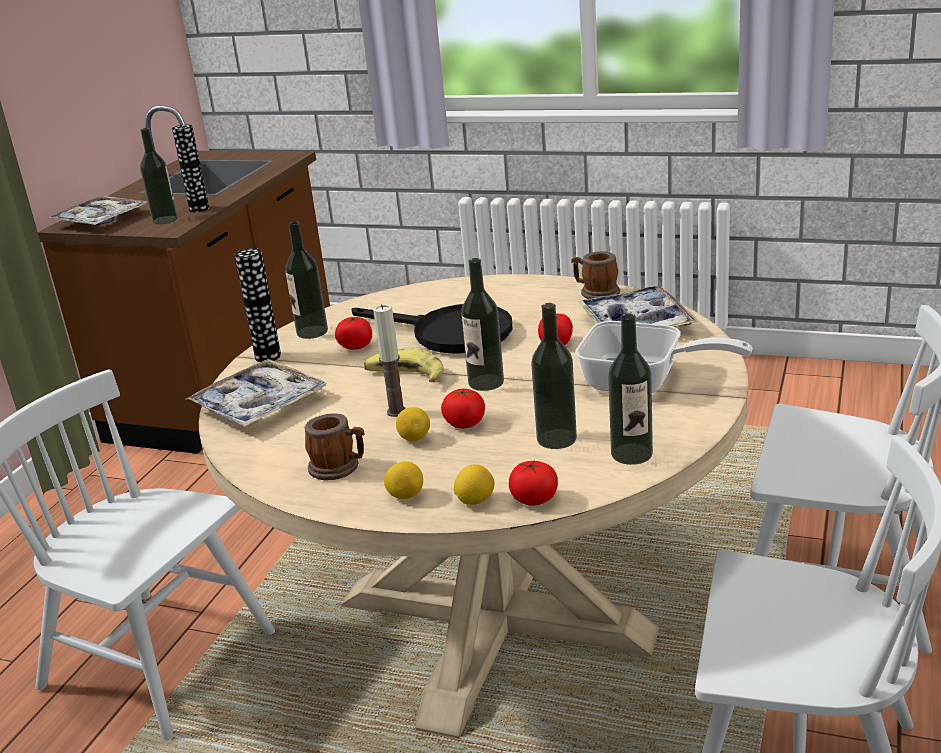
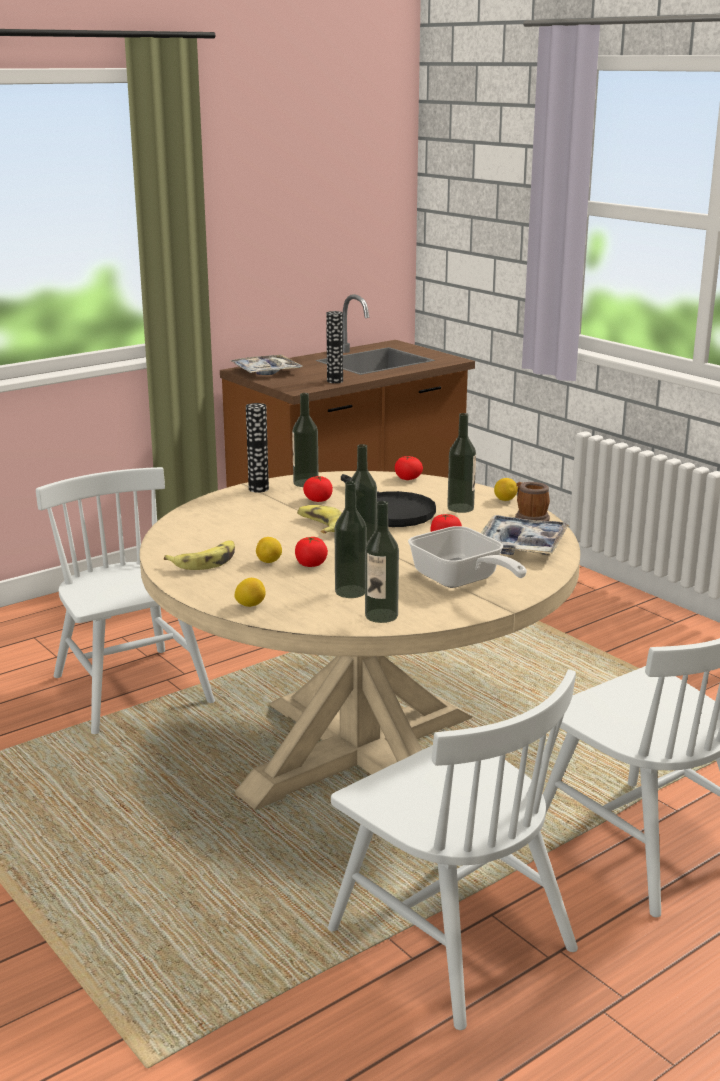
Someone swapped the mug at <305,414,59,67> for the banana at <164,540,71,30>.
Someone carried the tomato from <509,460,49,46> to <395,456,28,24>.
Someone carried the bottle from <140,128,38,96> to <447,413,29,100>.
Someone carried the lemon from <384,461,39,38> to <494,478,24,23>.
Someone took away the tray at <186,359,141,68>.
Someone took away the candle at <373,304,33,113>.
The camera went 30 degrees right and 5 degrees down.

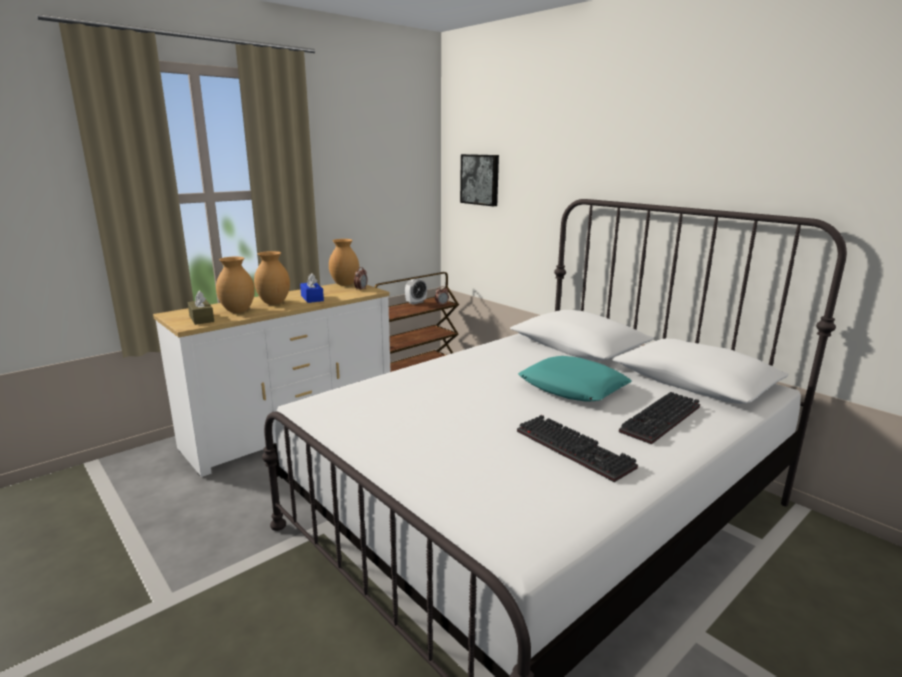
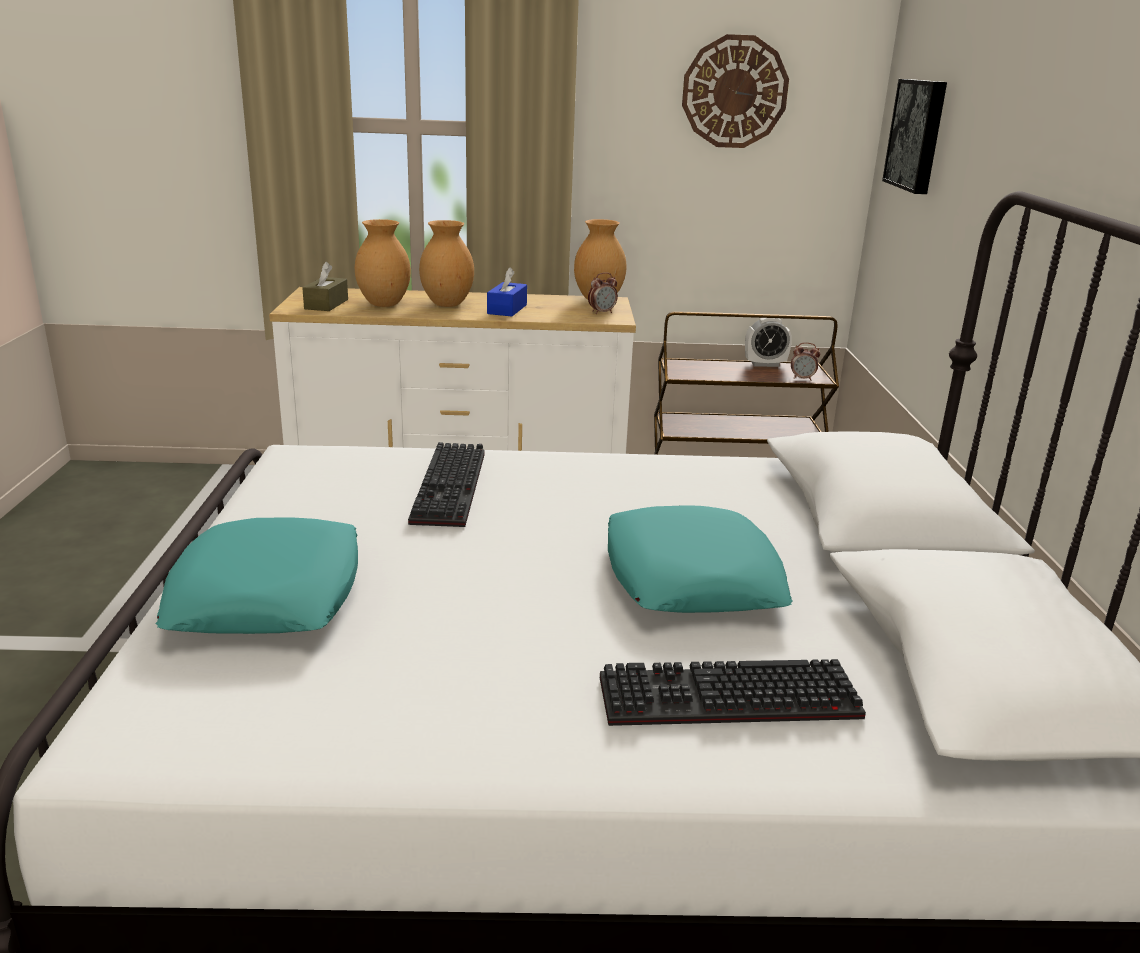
Someone put down the turquoise pillow at <156,517,202,117>.
Someone carried the keyboard from <517,415,121,67> to <408,442,77,85>.
Someone put up the wall clock at <682,34,107,114>.
The camera went 40 degrees right and 5 degrees up.

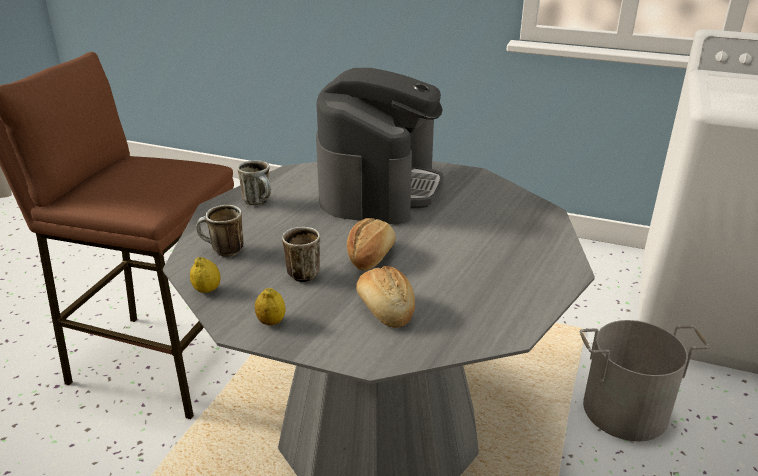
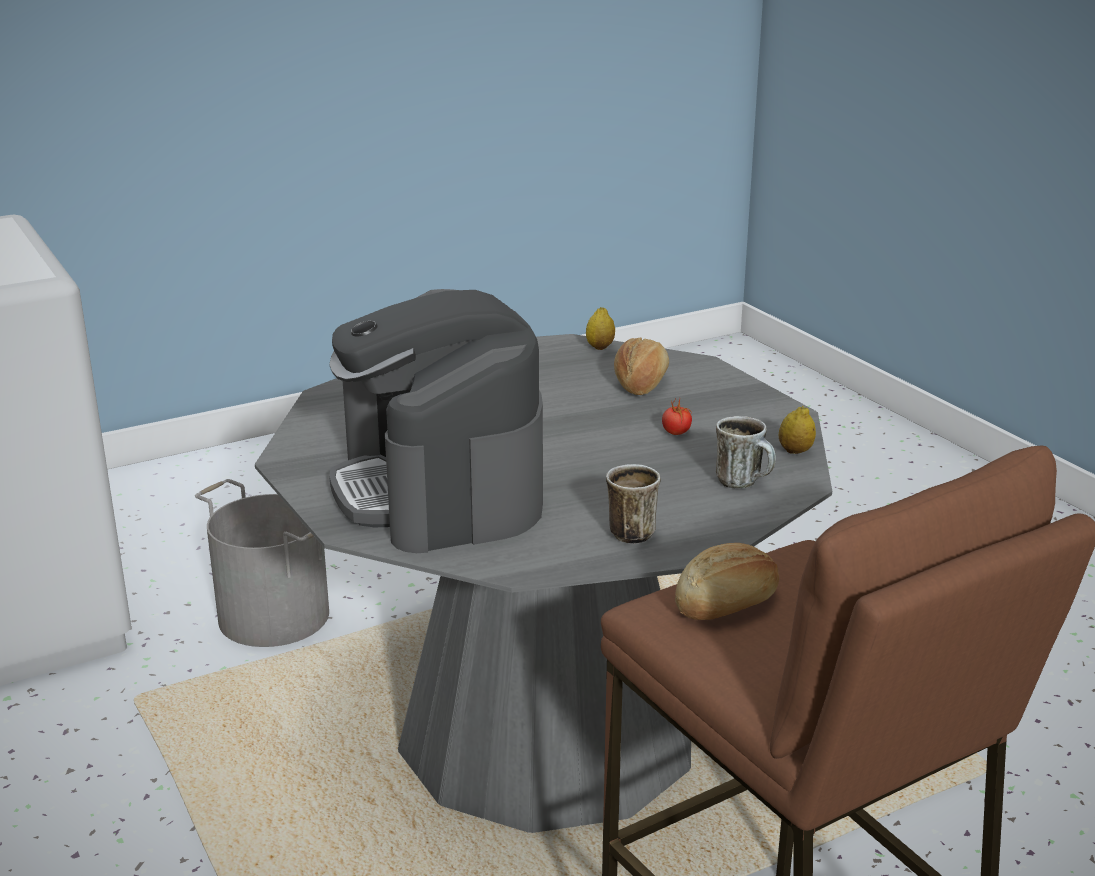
Someone rotated the coffee machine at <316,68,128,156> by 75 degrees counterclockwise.
Someone carried the lemon from <255,288,31,38> to <586,307,29,43>.
Someone swapped the mug at <282,227,38,55> for the tomato at <662,399,30,36>.
Someone carried the bread from <347,218,49,52> to <675,543,104,77>.
The camera went 140 degrees left and 5 degrees down.

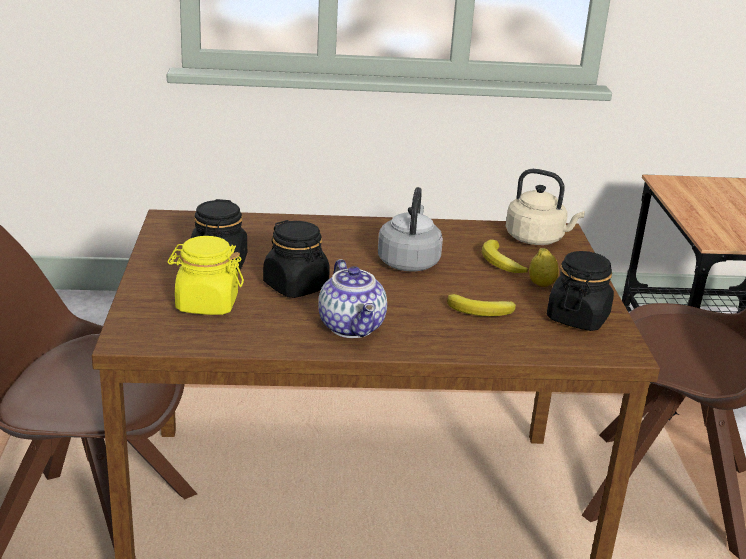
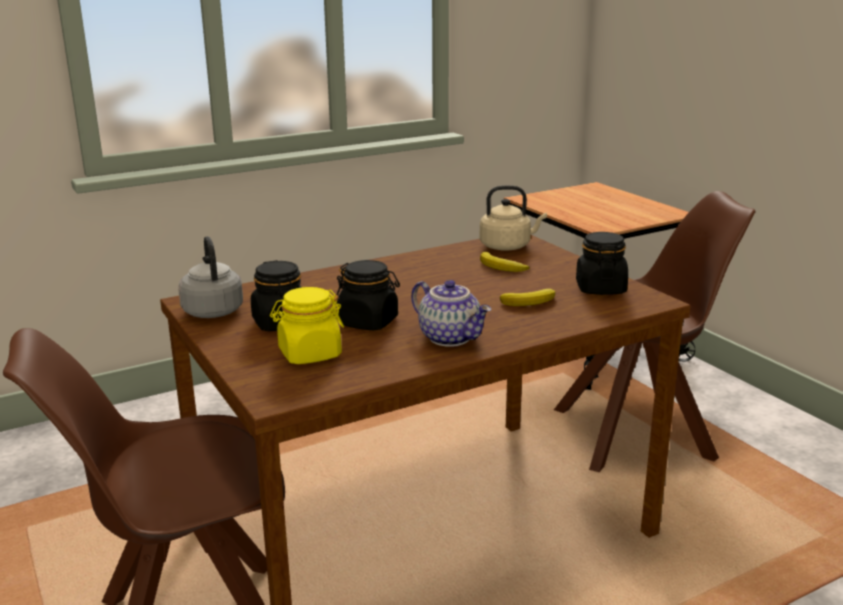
Someone carried the grey kettle from <378,187,65,85> to <178,236,65,82>.
Someone took away the lemon at <529,248,30,39>.
The camera went 25 degrees left and 5 degrees down.

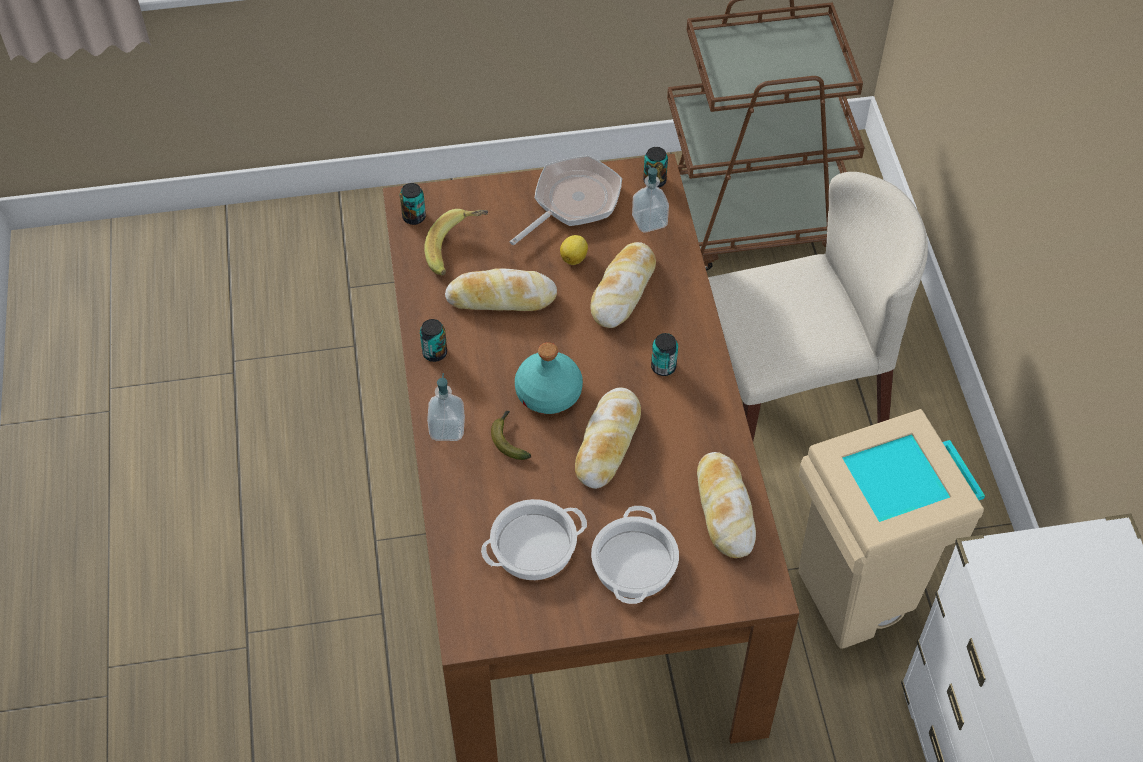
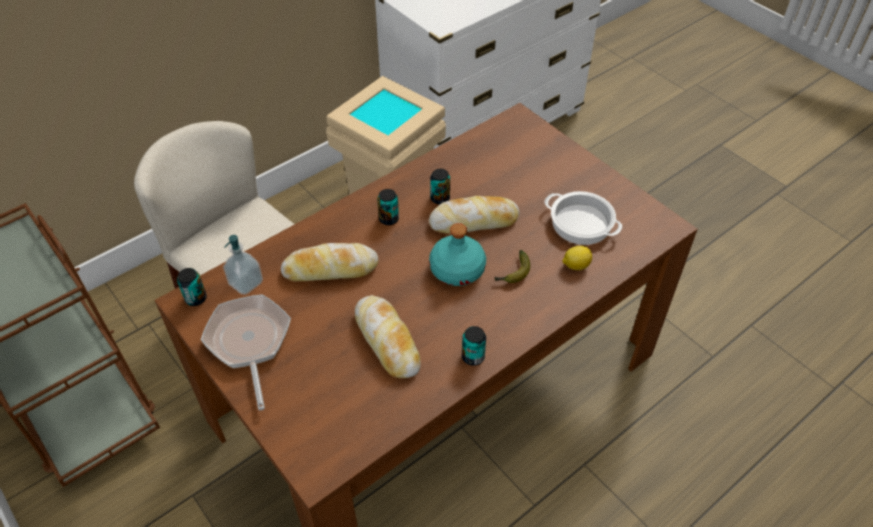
Someone rotated the frying pan at <510,155,112,90> by 60 degrees clockwise.
Someone carried the can from <400,183,26,42> to <430,169,20,36>.
Someone carried the lemon from <560,235,28,30> to <562,246,30,24>.
Someone took away the banana at <424,209,64,66>.
Someone took away the soap dispenser at <427,373,38,68>.
Someone took away the cooking pot at <591,506,88,98>.
Someone took away the bread at <697,452,59,106>.
The camera went 120 degrees left and 5 degrees down.

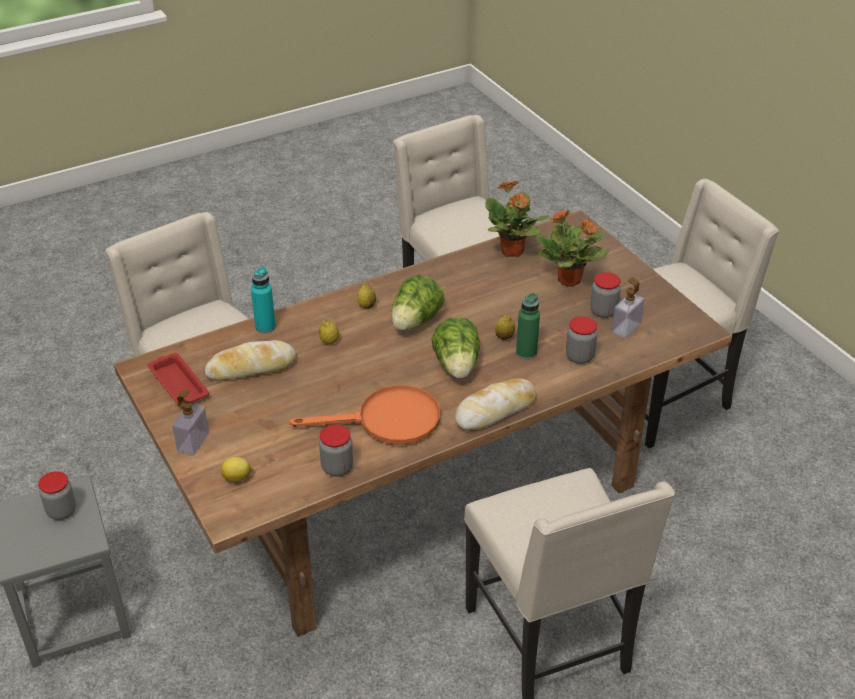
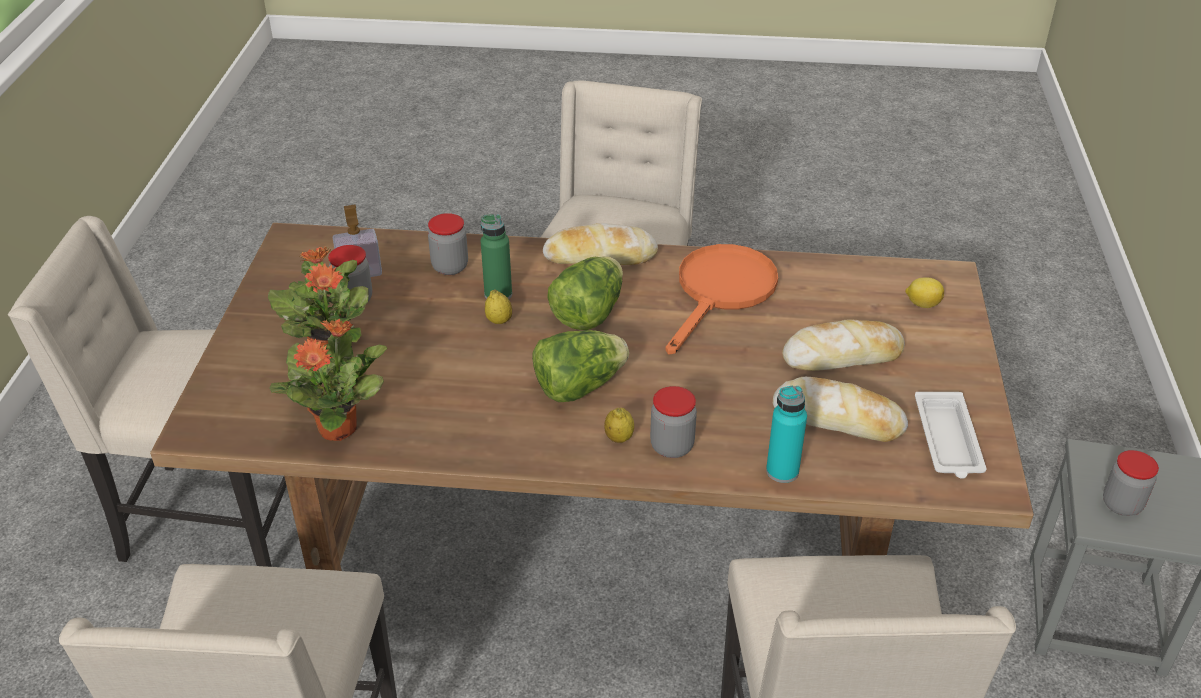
Someone carried the jar from <319,424,34,53> to <650,386,47,72>.
Someone rotated the orange frying pan at <289,385,151,60> by 90 degrees clockwise.
Someone put down the bread at <782,319,123,52>.
Someone repainted the red tray at <147,353,62,54>, which became the white tray at <915,392,72,87>.
Someone took away the soap dispenser at <173,390,36,66>.
Someone took away the lemon at <319,320,20,24>.
The camera went 145 degrees left and 0 degrees up.

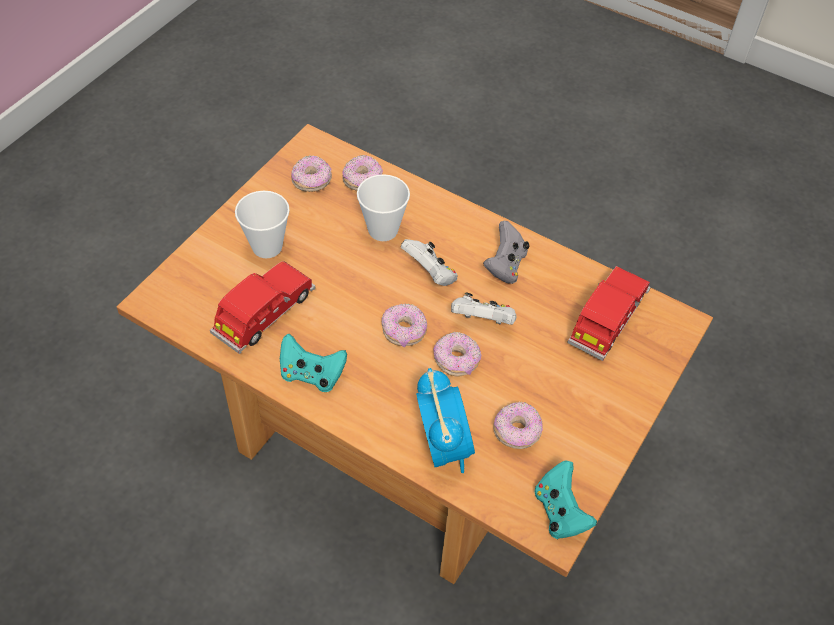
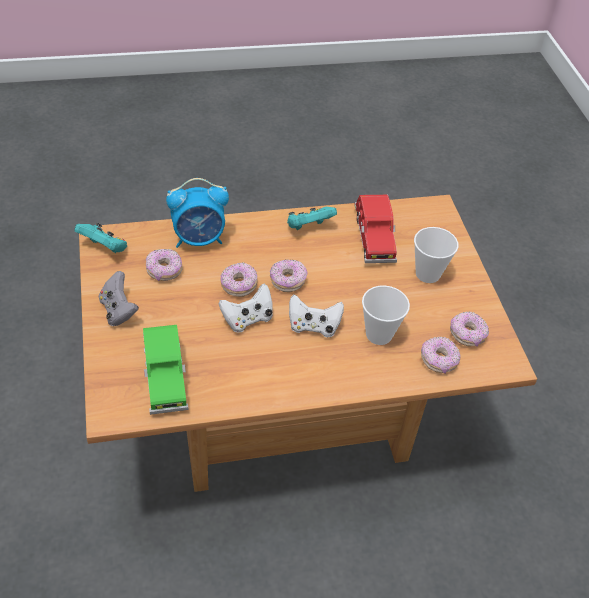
Someone carried the grey game controller from <483,221,47,63> to <99,271,40,55>.
Someone repainted the red toy car at <567,266,84,95>, which became the green toy car at <143,325,46,90>.
Someone rotated the alarm clock at <416,368,59,105> by 45 degrees counterclockwise.
The camera went 135 degrees right and 5 degrees down.

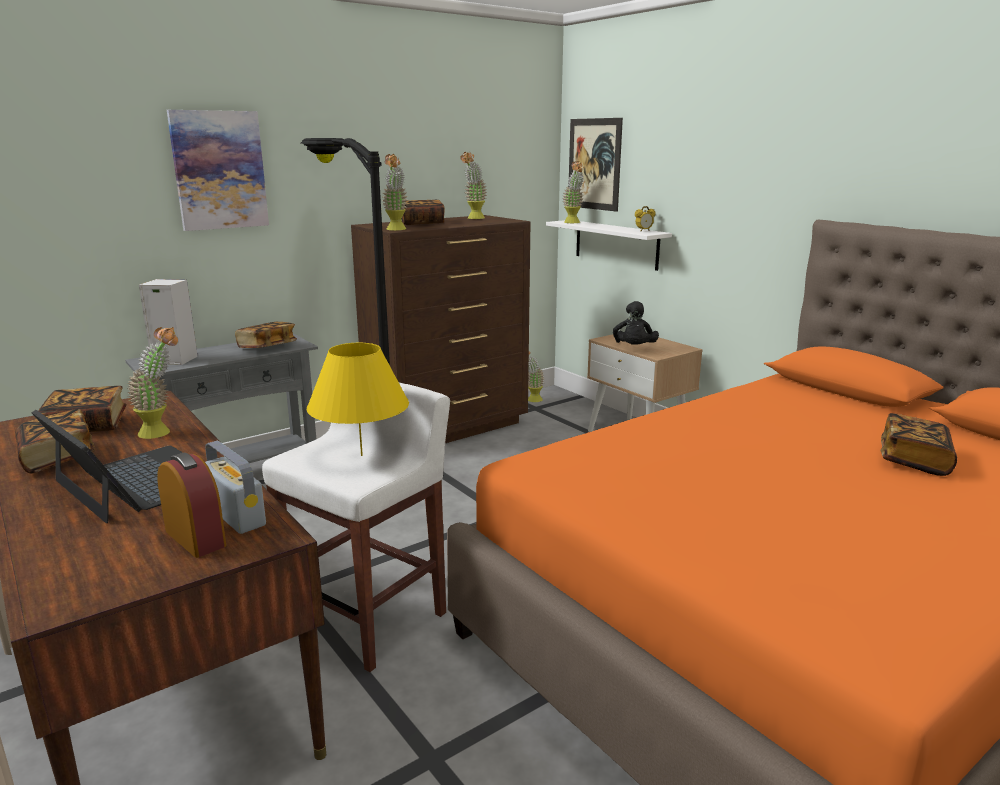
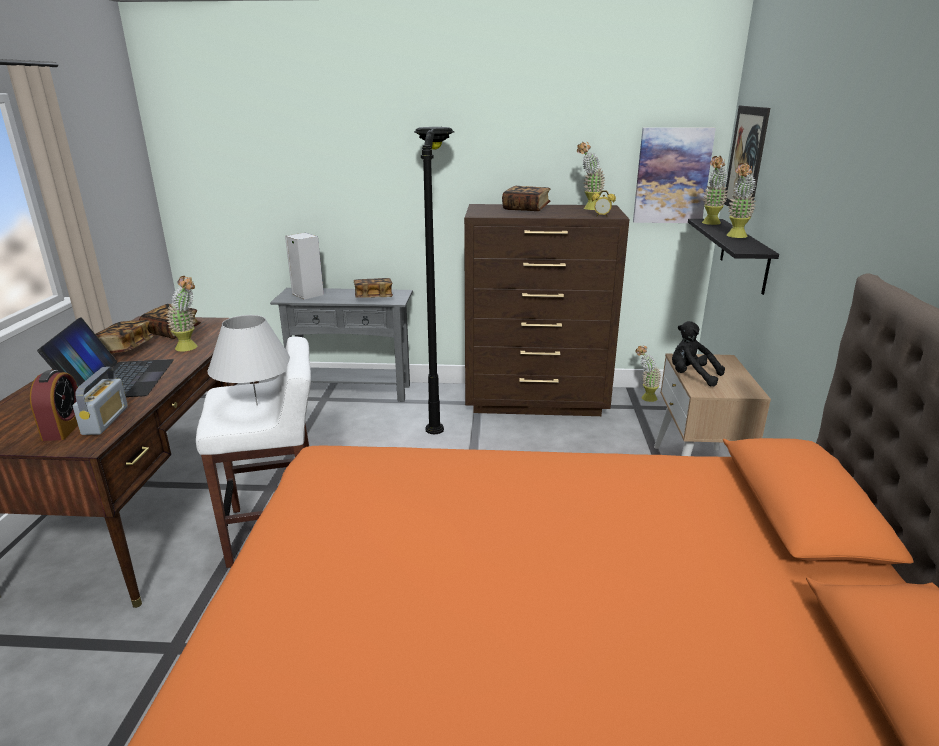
Someone repainted the yellow table lamp at <307,343,102,113>, which became the white table lamp at <208,315,82,91>.
Someone carried the alarm clock from <635,206,21,25> to <592,190,24,27>.
Someone carried the picture from <167,110,102,121> to <633,128,83,95>.
Someone rotated the black plush toy at <613,301,46,44> by 75 degrees clockwise.
Someone repainted the white shelf at <546,220,126,51>, which became the black shelf at <688,219,91,76>.
Someone carried the potted plant from <382,154,26,77> to <727,163,29,75>.
Someone took away the book at <881,413,76,63>.
The camera went 40 degrees right and 5 degrees up.

